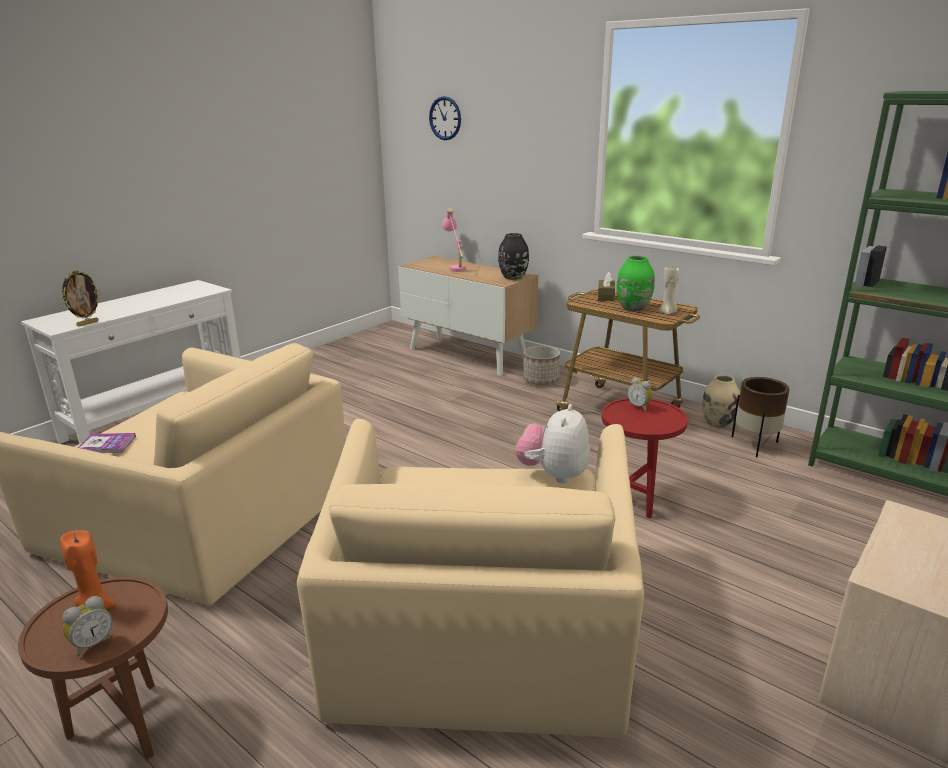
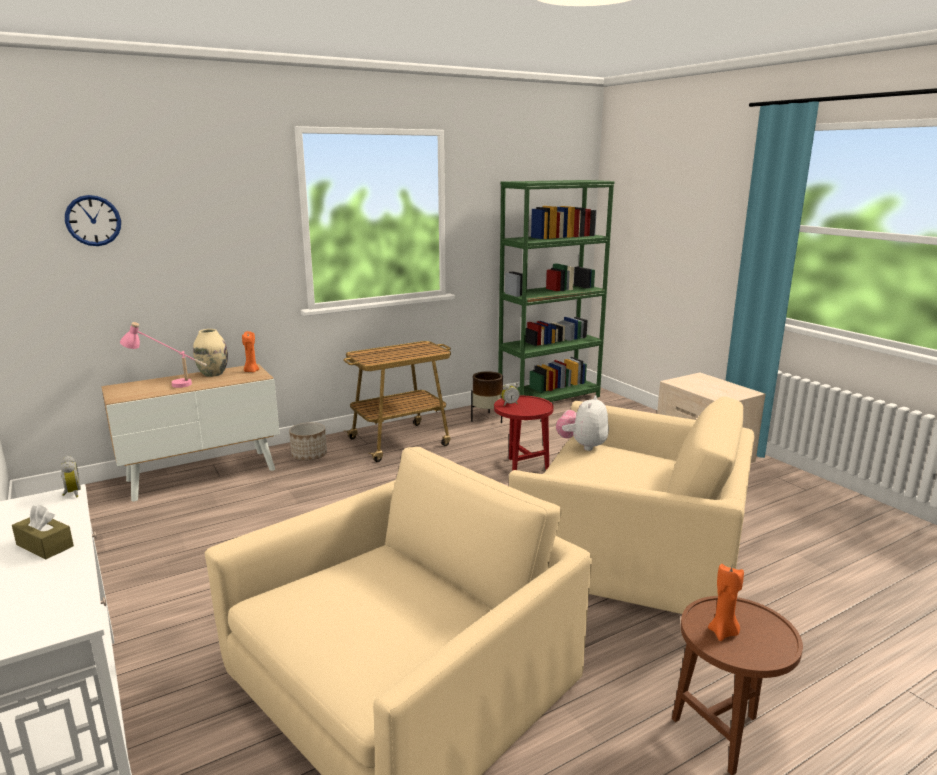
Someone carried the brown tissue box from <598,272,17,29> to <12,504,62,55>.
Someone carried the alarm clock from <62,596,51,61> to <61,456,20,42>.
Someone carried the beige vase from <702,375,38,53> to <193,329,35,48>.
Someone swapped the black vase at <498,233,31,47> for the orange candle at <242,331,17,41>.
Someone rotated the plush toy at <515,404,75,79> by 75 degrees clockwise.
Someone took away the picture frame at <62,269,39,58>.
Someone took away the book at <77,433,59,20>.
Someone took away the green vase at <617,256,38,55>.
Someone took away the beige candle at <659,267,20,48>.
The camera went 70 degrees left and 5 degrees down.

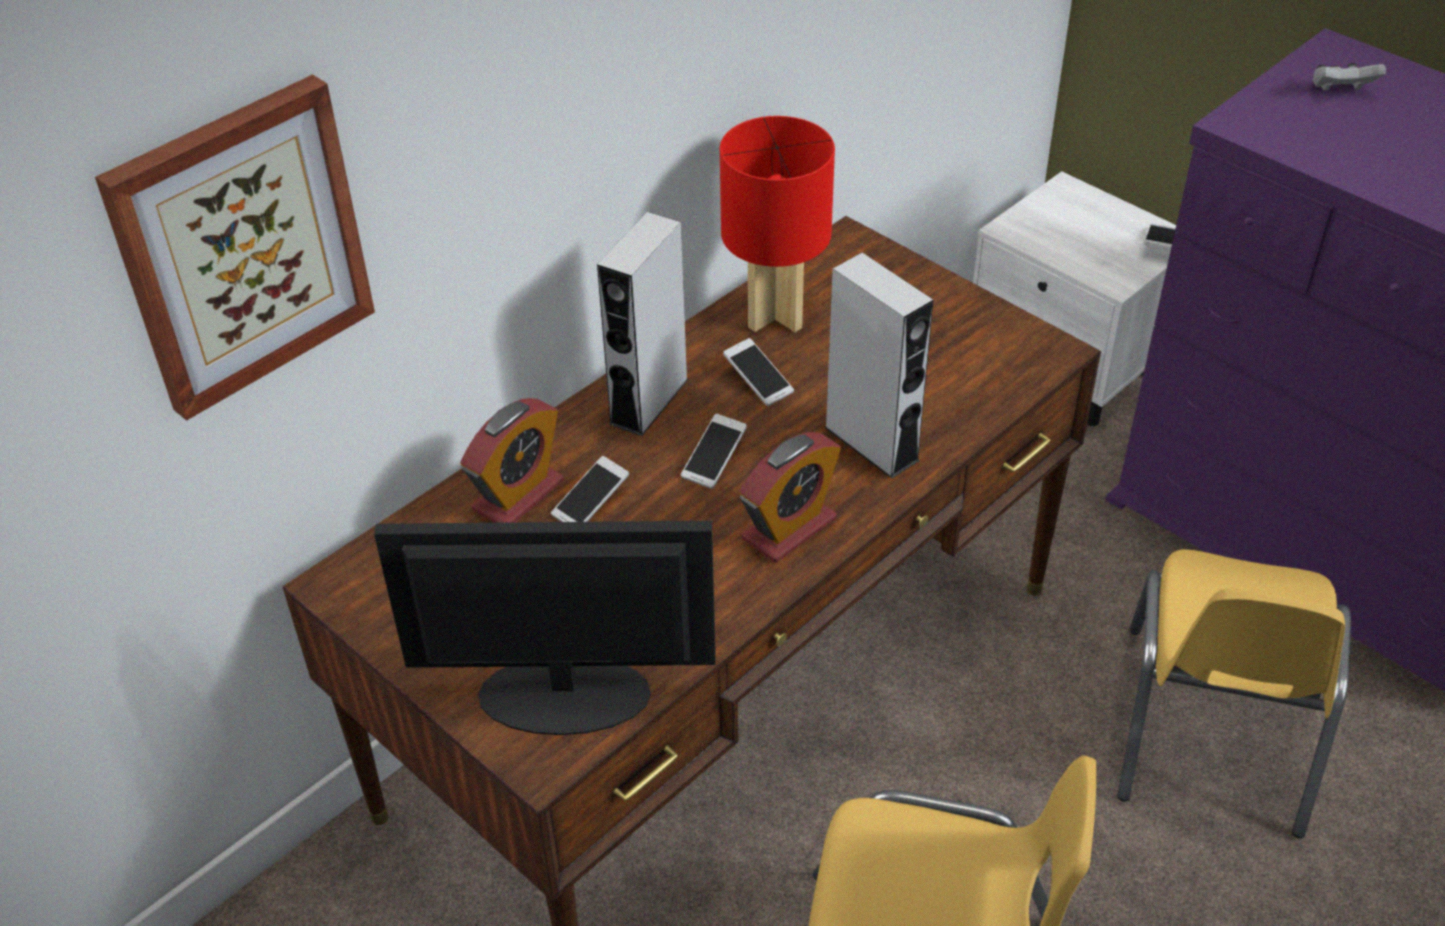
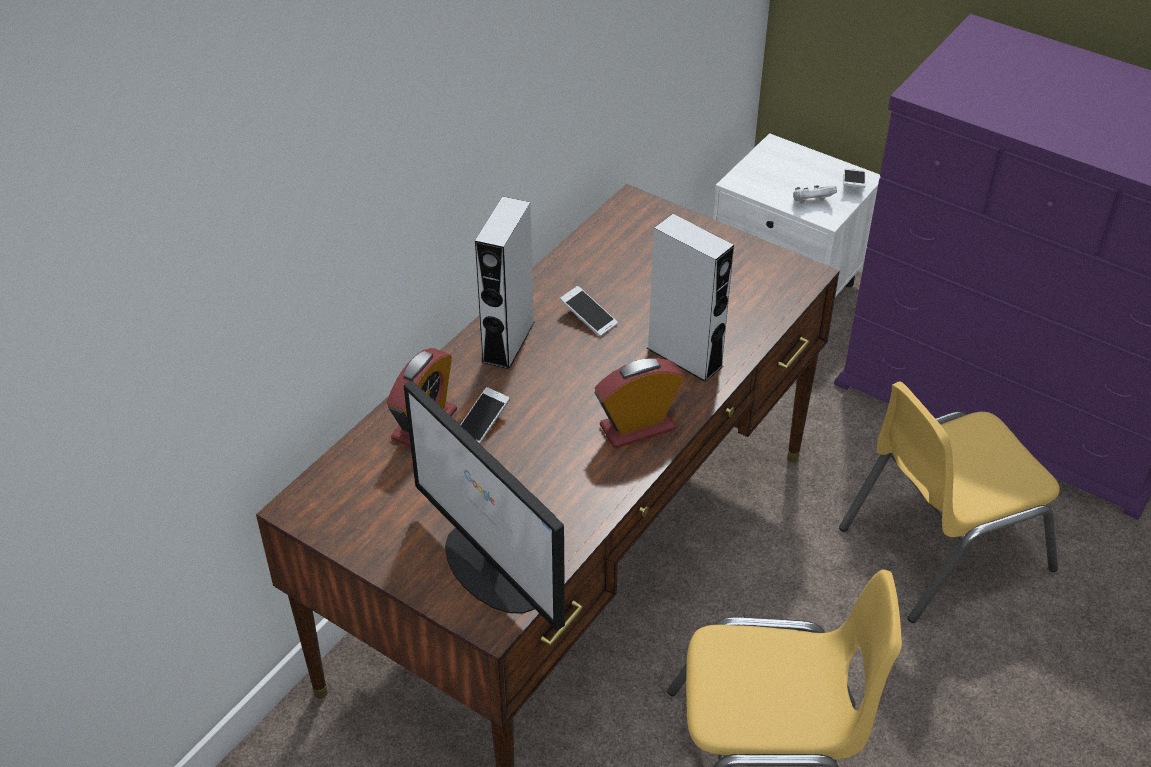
Someone rotated the monitor at <374,521,342,214> by 120 degrees counterclockwise.
Someone rotated the alarm clock at <739,432,102,131> by 150 degrees counterclockwise.
Someone carried the white game controller from <1312,63,74,28> to <793,185,44,19>.
Someone rotated the yellow chair at <1117,549,234,289> by 60 degrees clockwise.
Someone took away the picture at <95,74,280,347>.
Someone took away the phone at <681,414,66,75>.
Someone took away the red table lamp at <720,116,115,216>.
The camera went 10 degrees left and 0 degrees up.

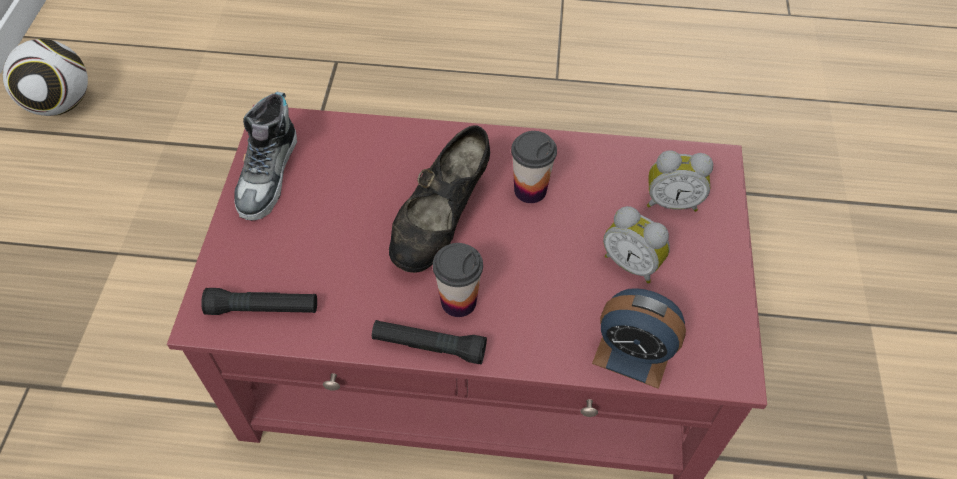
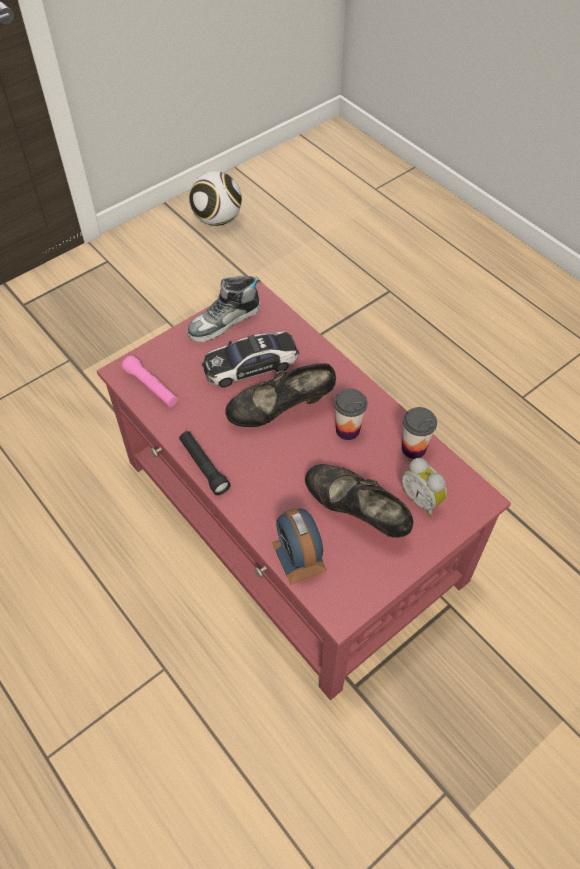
Someone repainted the black flashlight at <201,288,116,27>, which became the pink flashlight at <122,355,56,52>.
Someone put down the toy car at <202,332,97,56>.
Someone swapped the alarm clock at <603,206,67,78> for the black shoe at <305,464,108,74>.
Someone carried the cup from <433,243,50,74> to <402,407,35,52>.
The camera went 45 degrees right and 0 degrees up.

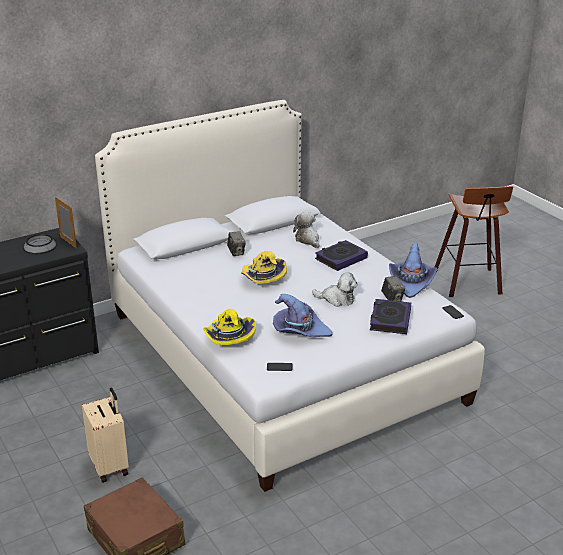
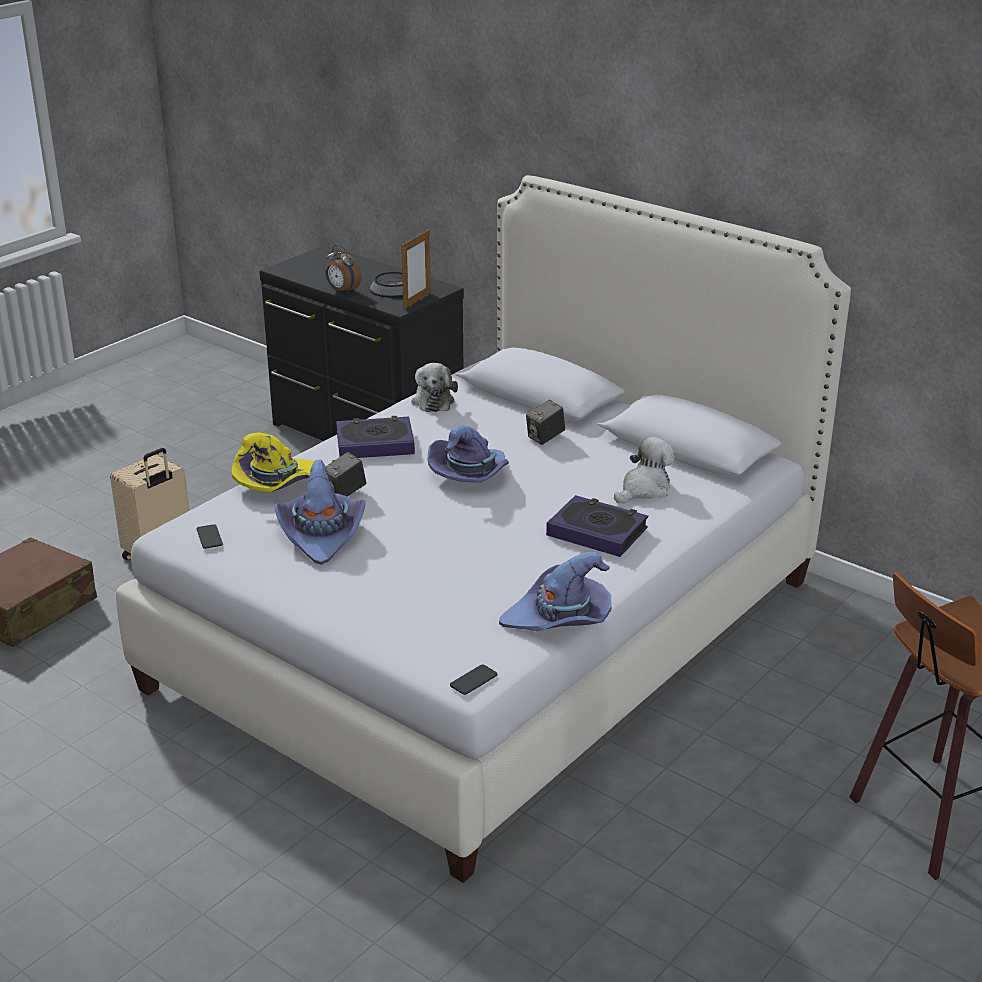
Someone put down the alarm clock at <325,244,37,50>.
Someone carried the photo camera from <381,276,24,25> to <325,452,42,45>.
Someone carried the book from <370,299,41,35> to <336,416,79,42>.
Someone carried the plush toy from <312,272,45,35> to <411,363,47,49>.
Someone repainted the yellow hat at <241,251,46,33>, which became the purple hat at <428,425,81,58>.
The camera went 70 degrees right and 0 degrees up.

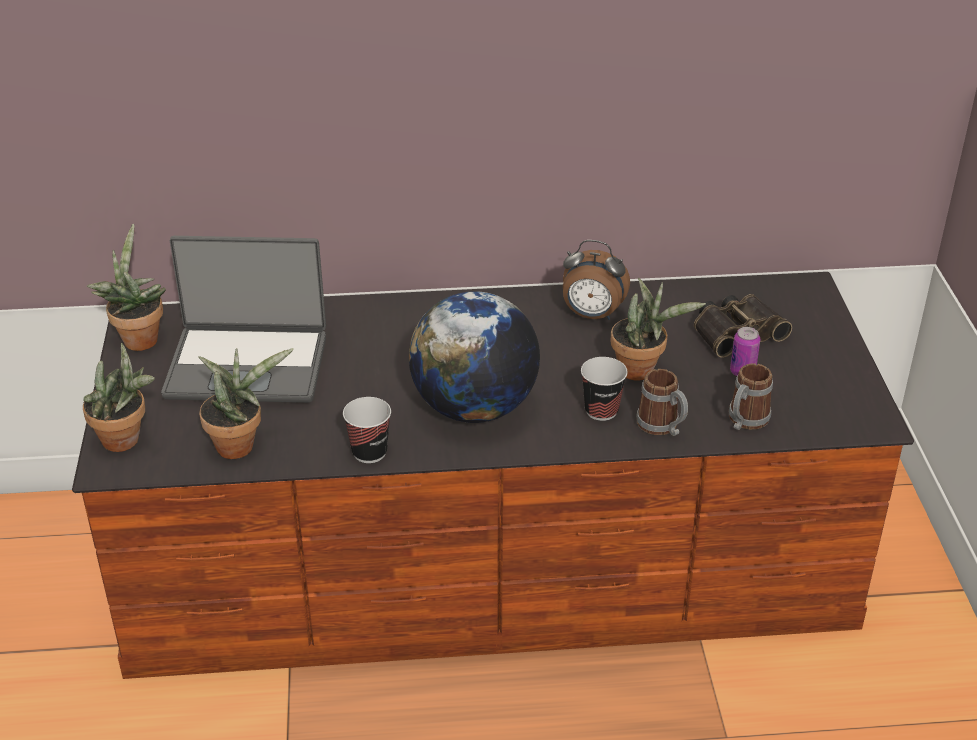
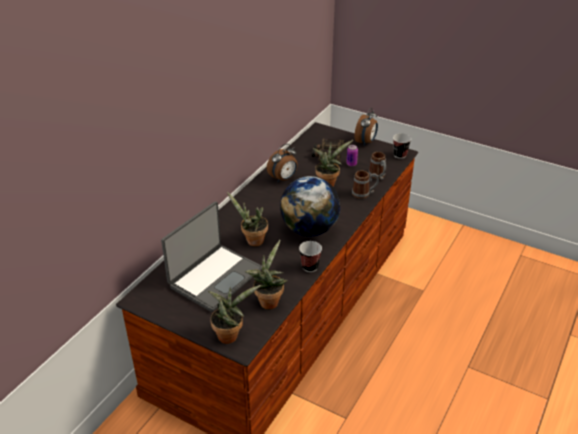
Someone carried the potted plant from <87,224,79,127> to <227,192,41,54>.
Someone put down the alarm clock at <355,108,23,38>.
Someone carried the cup from <581,357,47,64> to <393,133,18,26>.
The camera went 55 degrees left and 0 degrees up.

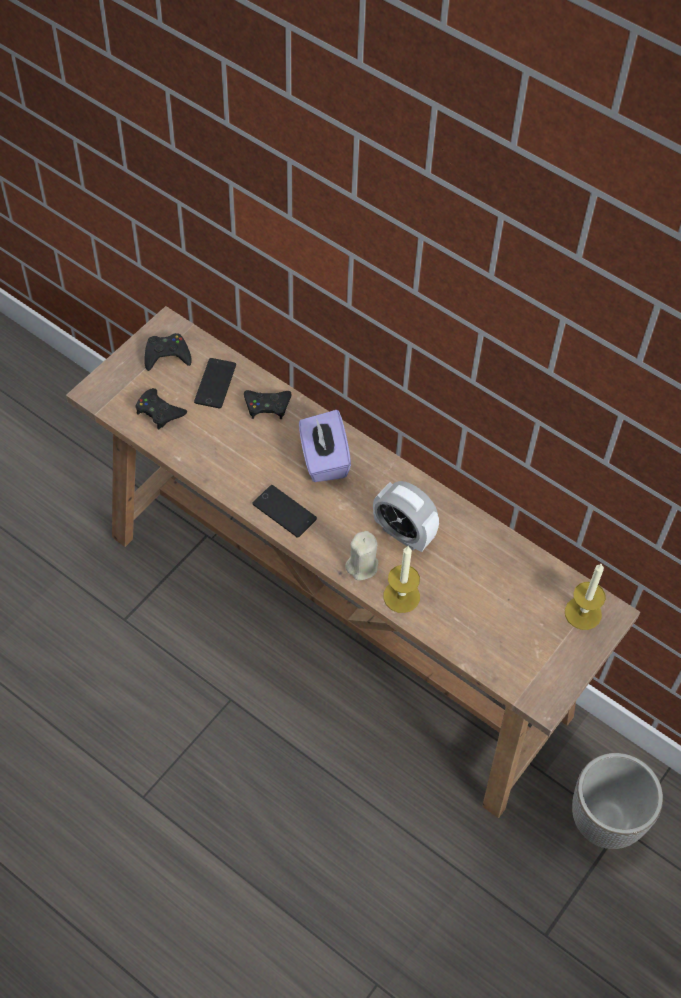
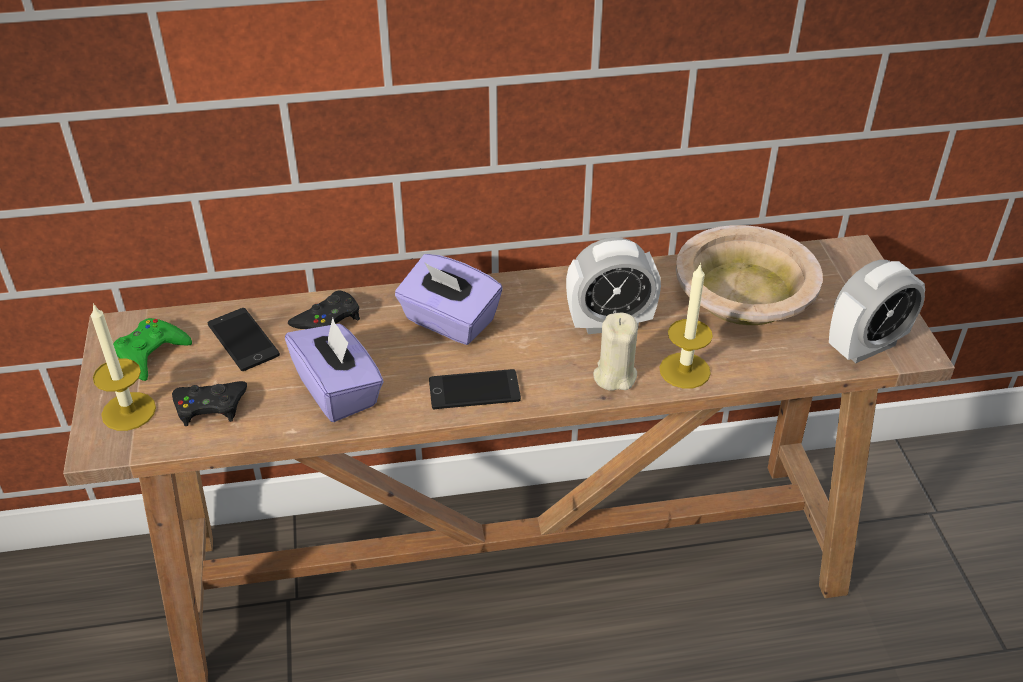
Someone carried the candle from <565,563,41,67> to <91,303,65,128>.
Someone repainted the black game controller at <144,333,48,38>, which became the green game controller at <113,318,79,63>.
Someone put down the purple tissue box at <285,318,99,104>.
Someone put down the beige bowl at <676,225,147,100>.
Someone put down the alarm clock at <829,260,96,103>.
Someone took away the planter at <572,753,91,96>.
The camera went 45 degrees left and 15 degrees down.

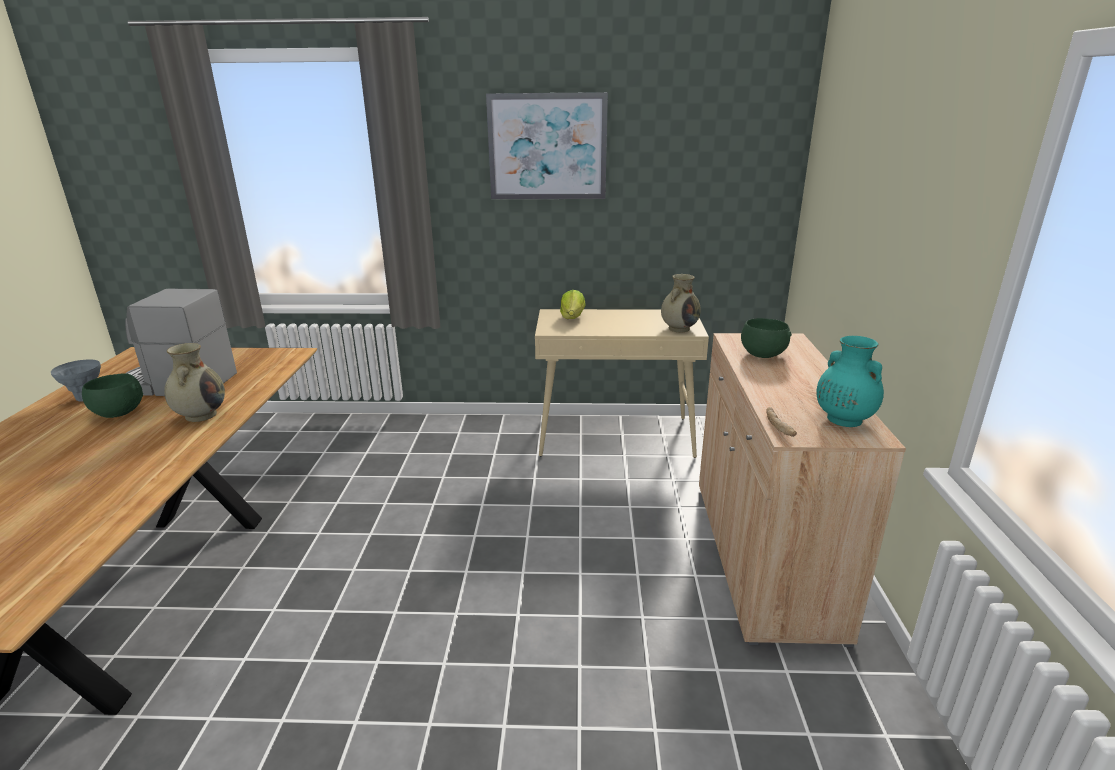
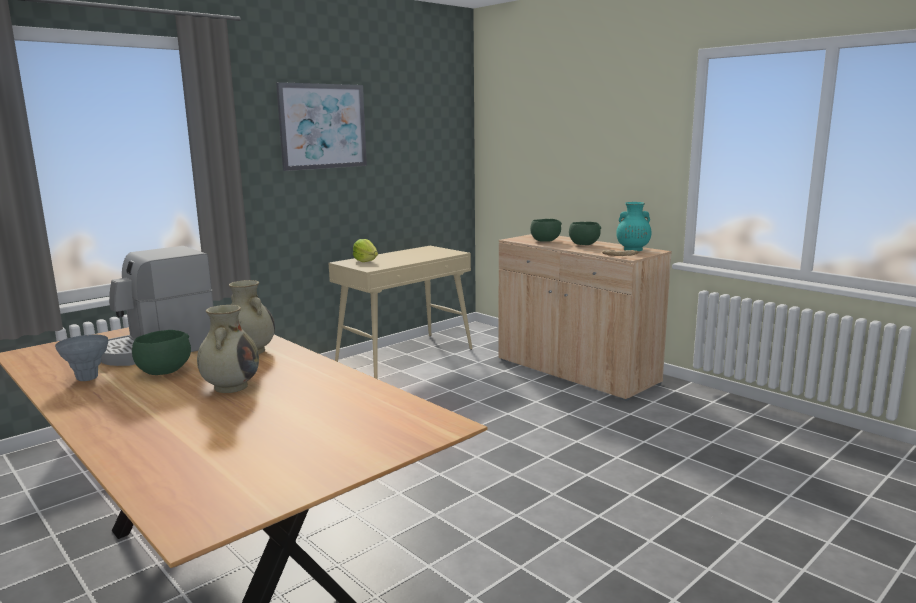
Someone carried the beige vase from <661,274,40,58> to <197,305,62,88>.
Someone put down the green bowl at <569,222,32,23>.
The camera went 45 degrees left and 10 degrees down.

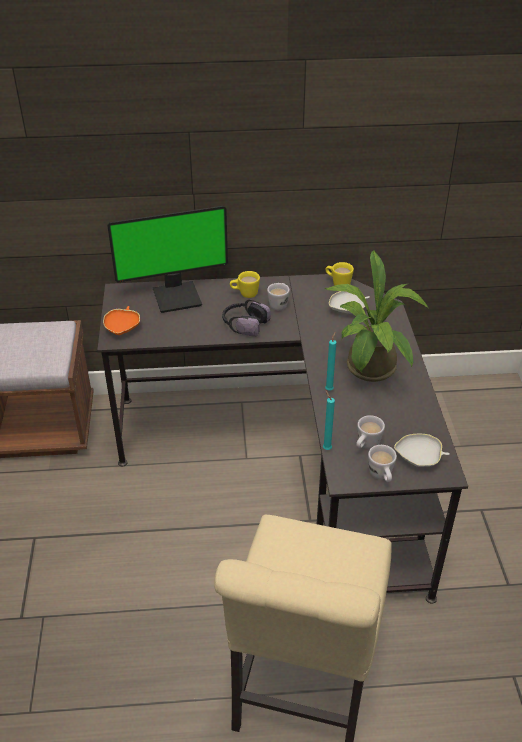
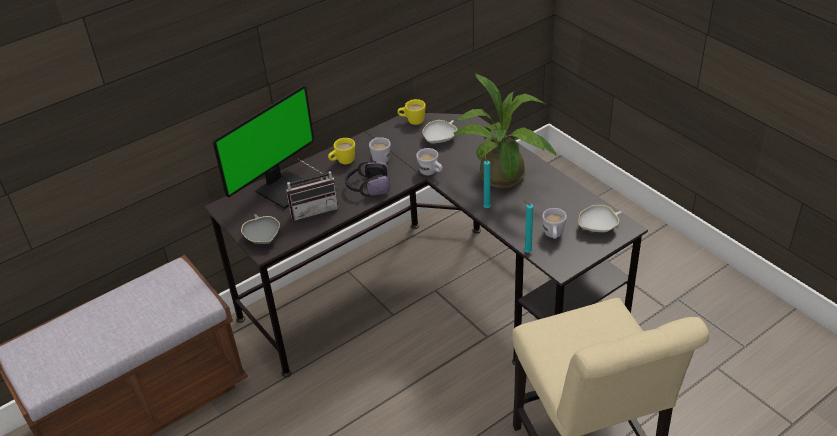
Someone repainted the orange bowl at <103,306,37,29>, which became the grey bowl at <241,214,39,30>.
Someone put down the radio at <286,160,52,61>.
Someone carried the white mug from <368,445,29,37> to <416,148,27,27>.
The camera went 30 degrees left and 0 degrees up.

